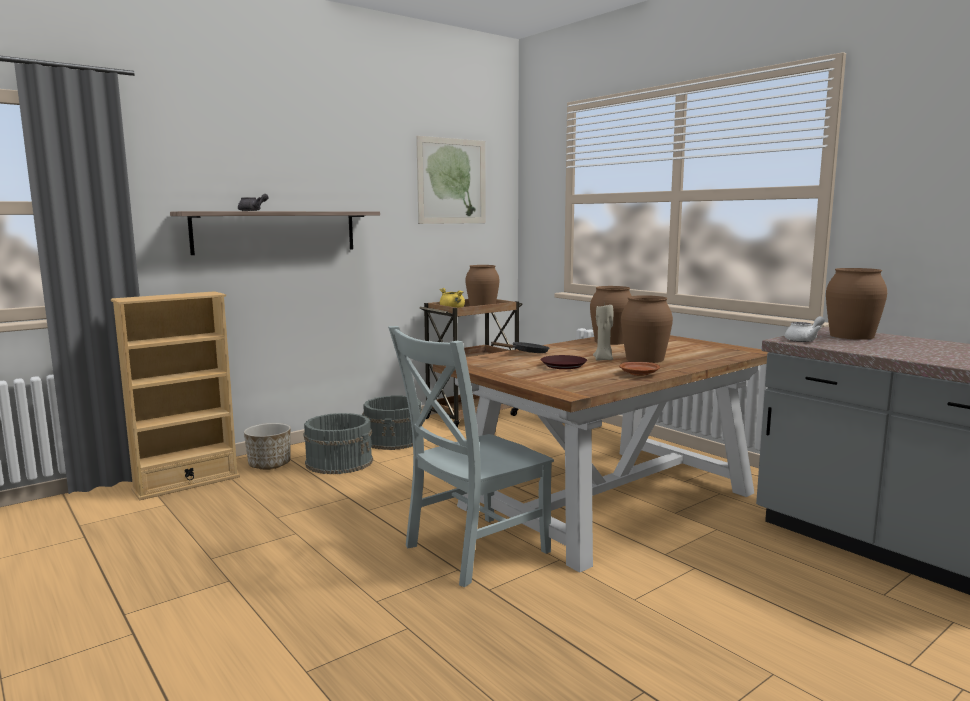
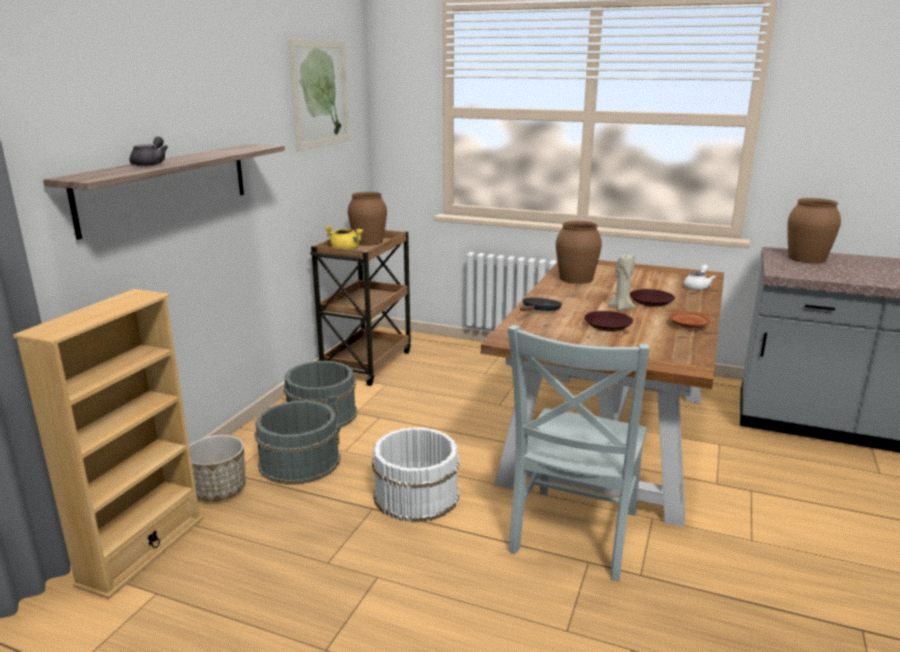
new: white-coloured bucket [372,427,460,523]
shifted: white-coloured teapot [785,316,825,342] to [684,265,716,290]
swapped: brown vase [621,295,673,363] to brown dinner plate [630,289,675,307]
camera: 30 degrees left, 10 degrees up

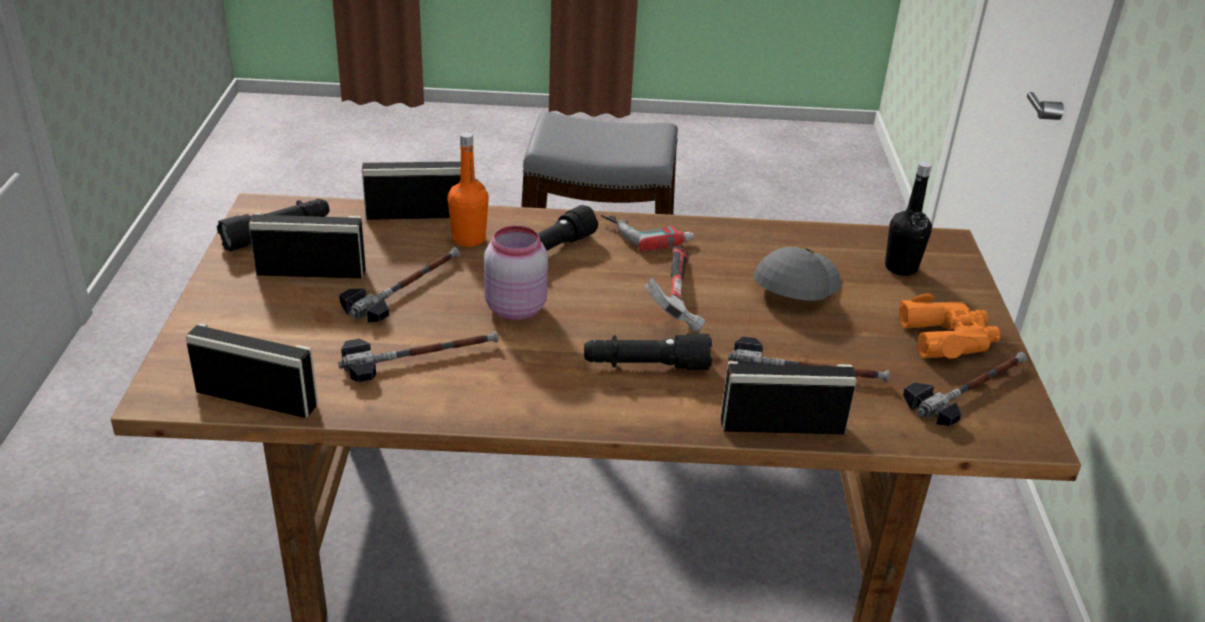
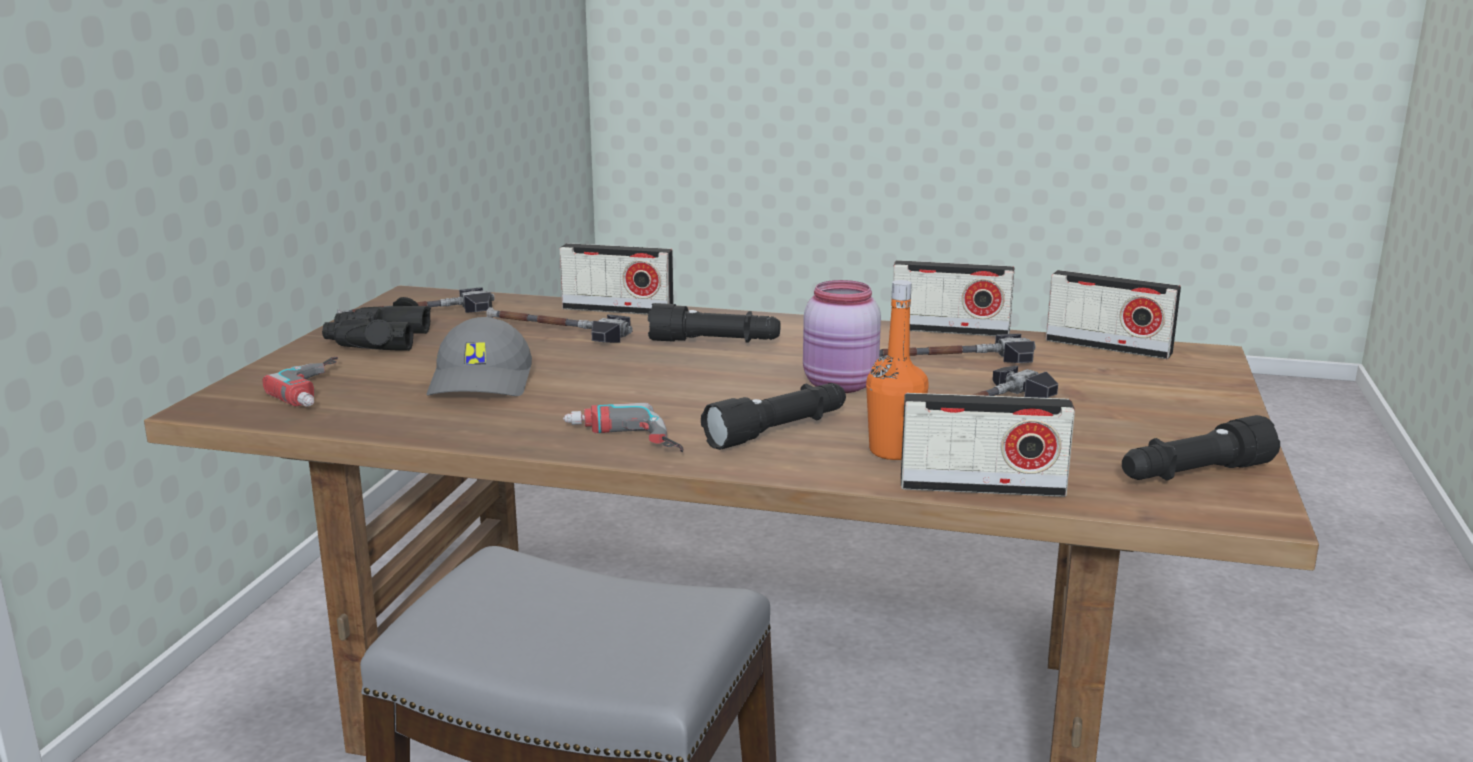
gone: hand hammer [645,246,705,333]
shifted: radio receiver [249,213,366,279] to [893,260,1014,336]
swapped: black bottle [885,161,932,276] to drill [263,357,338,407]
repainted: orange-coloured binoculars [899,293,1000,359] to black binoculars [322,297,431,351]
rotated: greyish cap [753,247,841,301] = [427,317,532,396] 45 degrees counterclockwise
camera: 165 degrees left, 15 degrees down

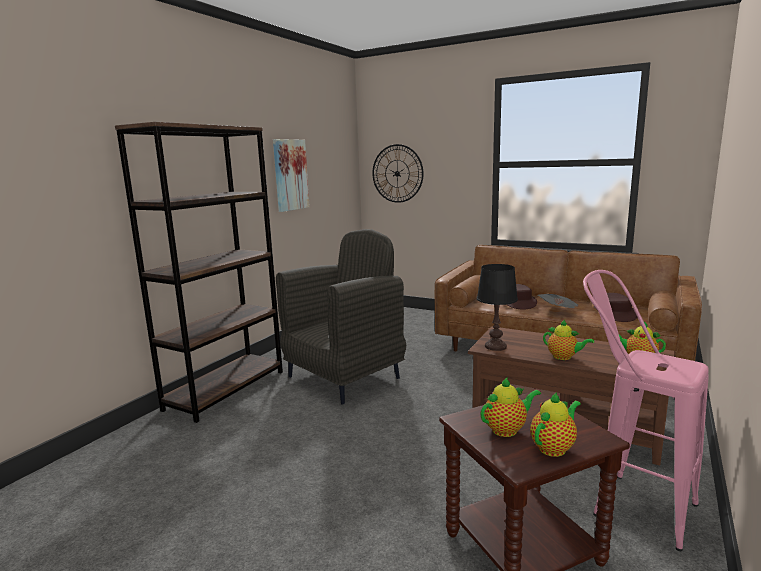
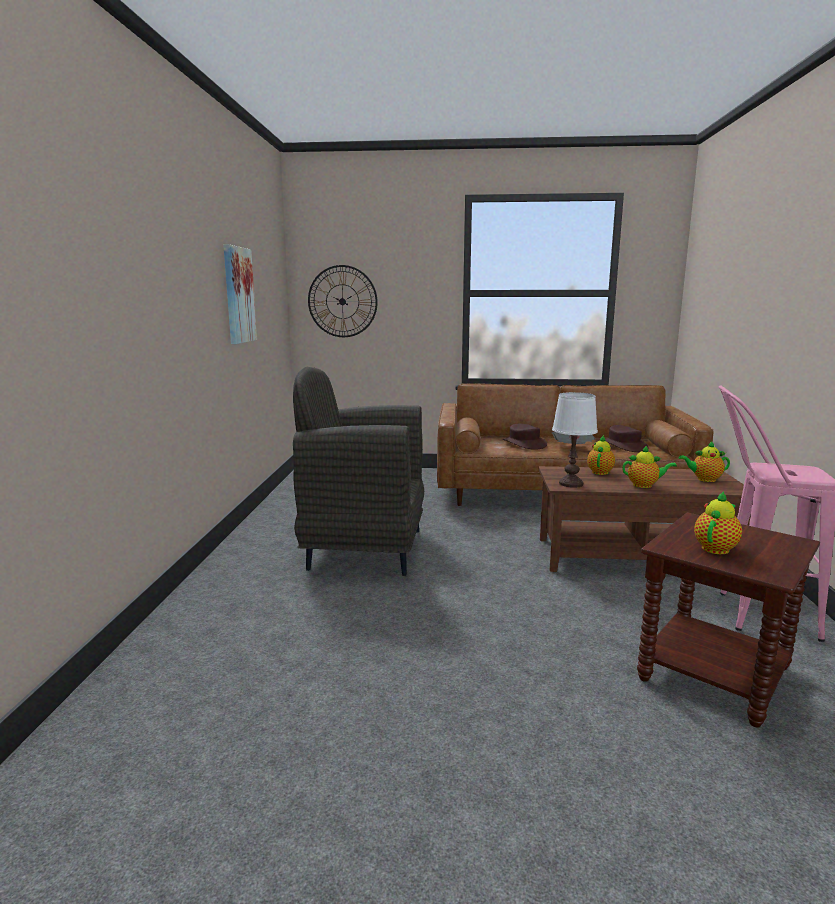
gone: brown shelving unit [115,122,283,423]
shifted: teapot [530,392,581,457] to [587,435,615,475]
repainted: black table lamp [477,264,518,351] to white-coloured table lamp [552,392,598,488]
rotated: greyish armchair [276,229,406,404] = [293,366,424,576] 105 degrees counterclockwise
camera: 25 degrees left, 0 degrees up

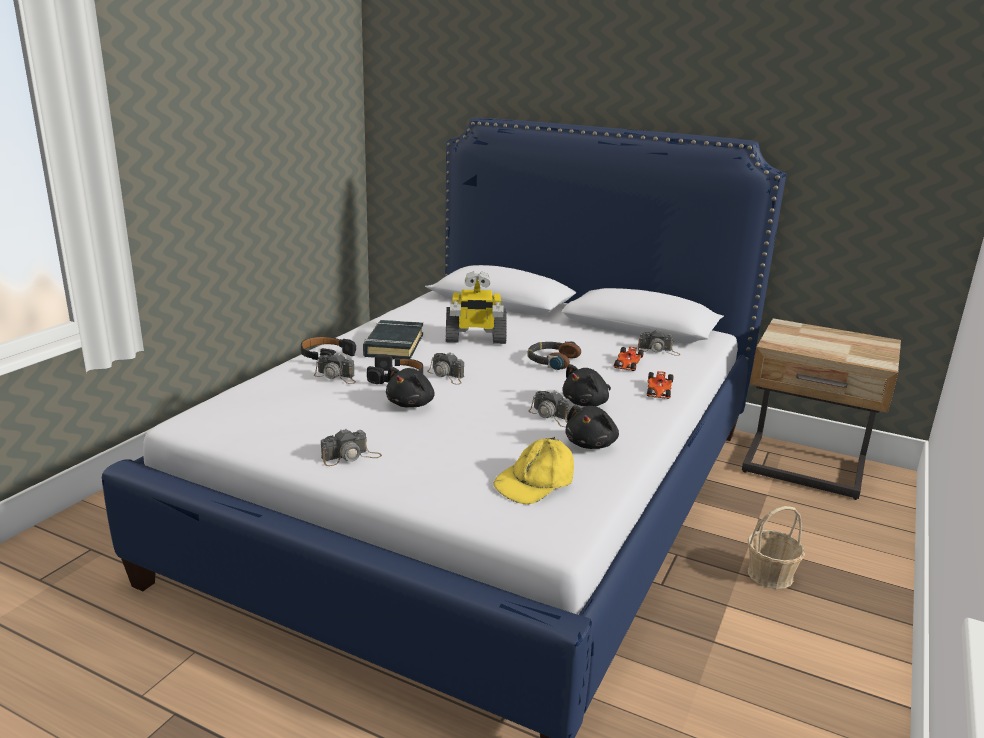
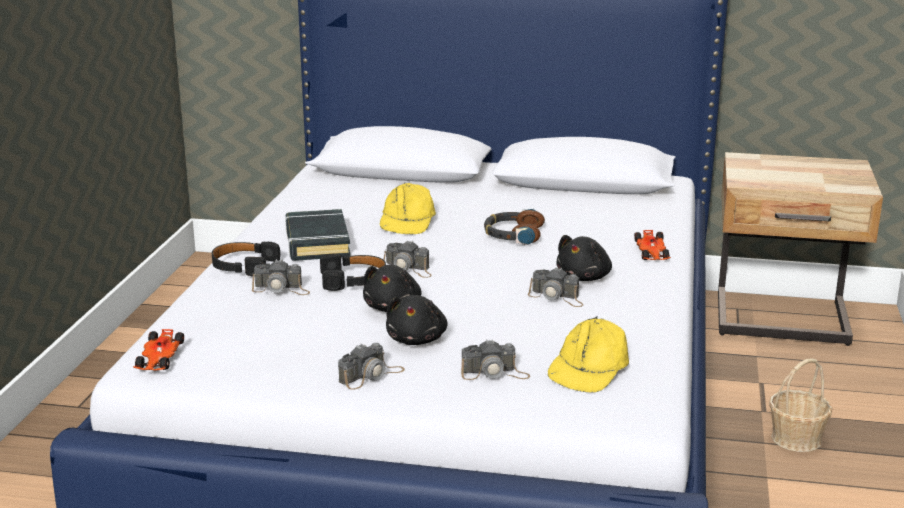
shifted: black cuddly toy [565,405,619,449] to [386,295,448,345]; toy car [613,347,644,371] to [133,329,184,370]; still camera [638,329,680,356] to [461,339,530,380]
swapped: model robot [446,271,507,344] to yellow cap [380,183,436,234]
camera: 15 degrees left, 0 degrees up

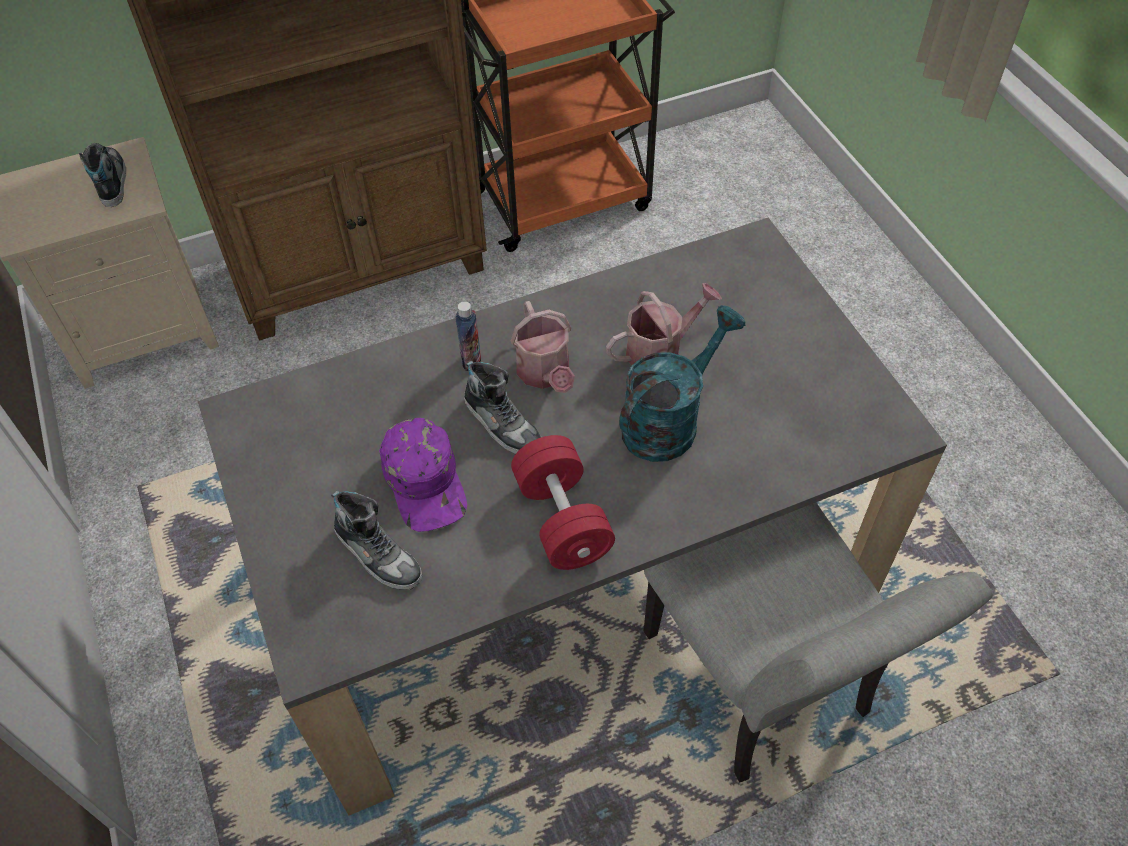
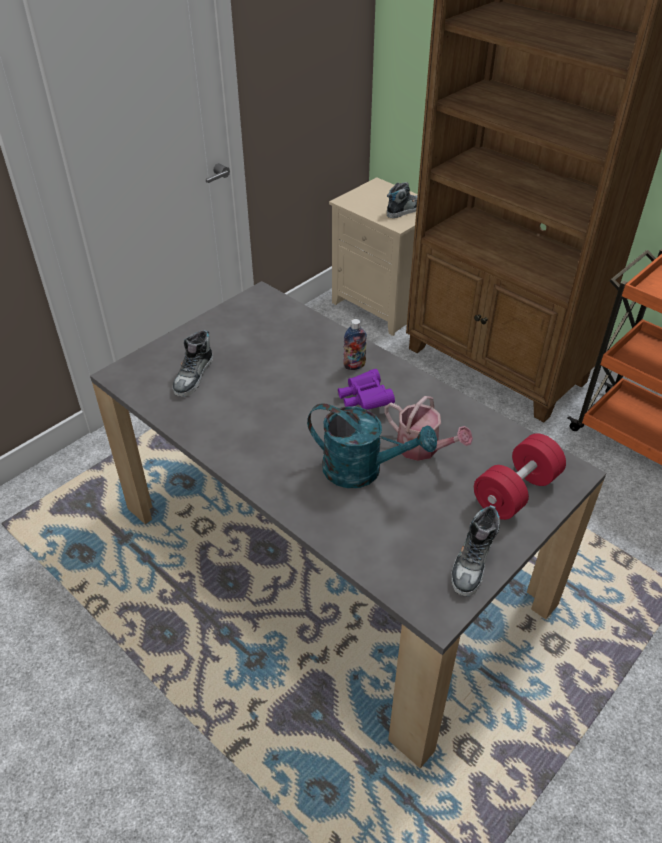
gone: purple cap [379,418,467,532]; greyish upright chair [644,502,993,782]
shifted: low shoe [464,361,541,454] to [451,505,500,596]; reddish dumbbell [511,435,615,570] to [474,433,566,520]
swapped: watering can [511,301,575,393] to purple binoculars [338,369,395,410]
camera: 65 degrees right, 10 degrees down

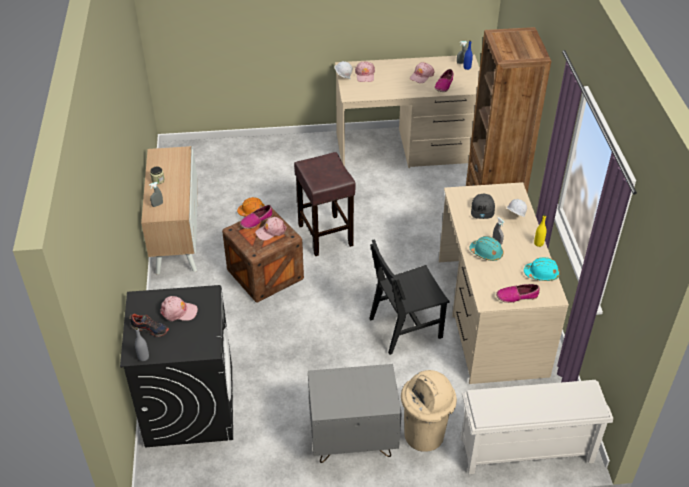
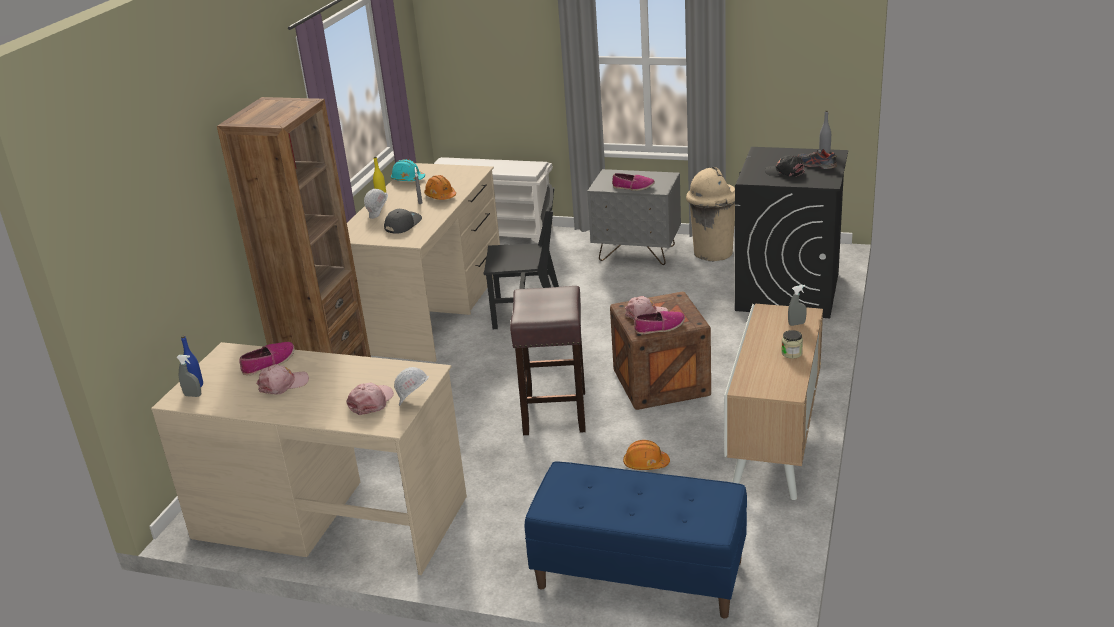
new: blue long seat [525,461,747,618]
shifted: beige waste bin [401,370,457,452] to [686,167,735,261]; low shoe [496,284,540,303] to [612,173,655,191]
repainted: pink cap [160,296,198,321] to black cap [765,155,805,177]; turquoise safety helmet [470,236,504,261] to orange-coloured safety helmet [424,175,456,200]
camera: 155 degrees left, 15 degrees down

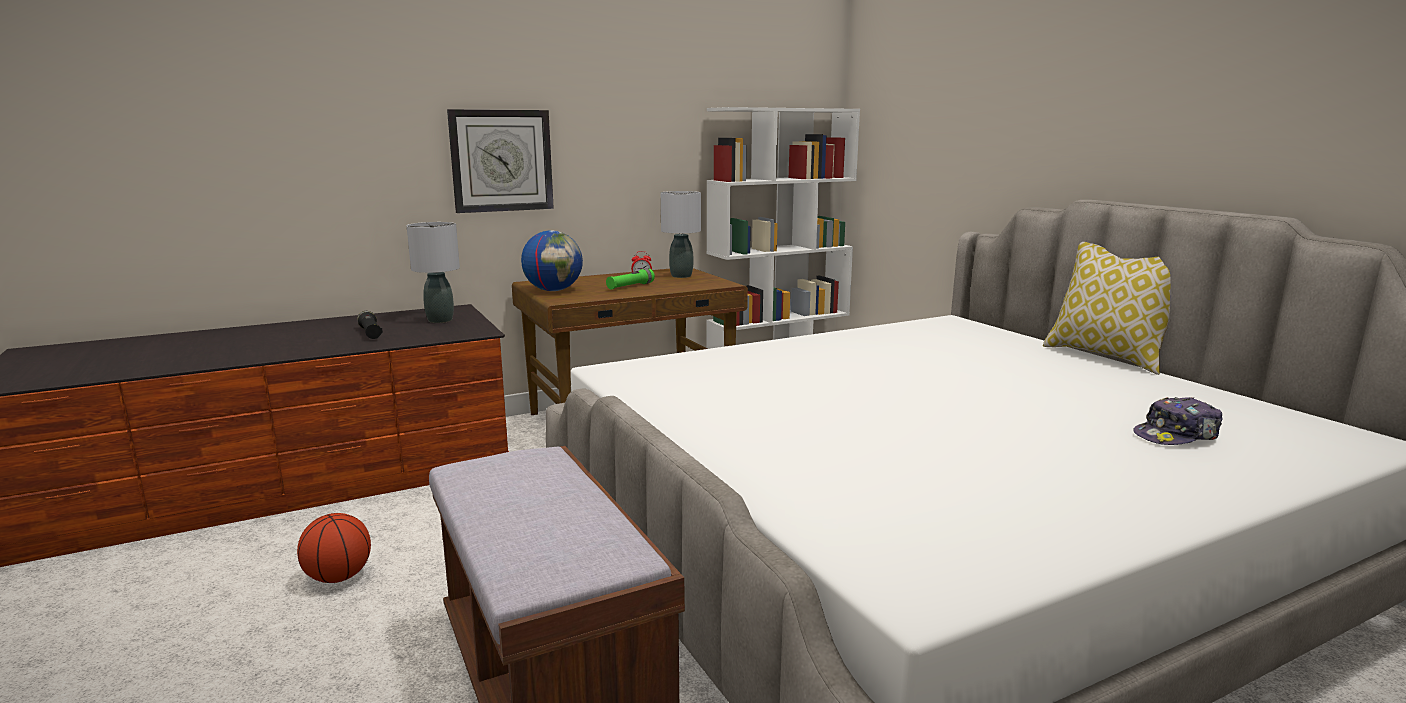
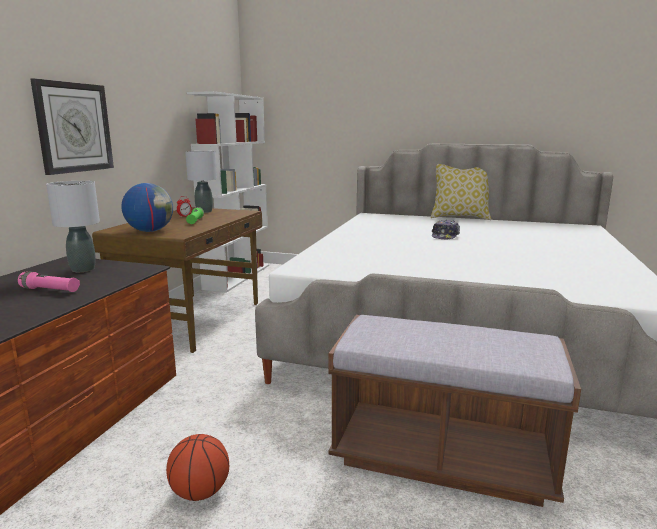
shifted: cap [1133,397,1223,445] to [432,220,460,239]
repainted: black hand torch [357,311,383,339] to pink hand torch [18,272,80,292]
camera: 45 degrees left, 0 degrees up

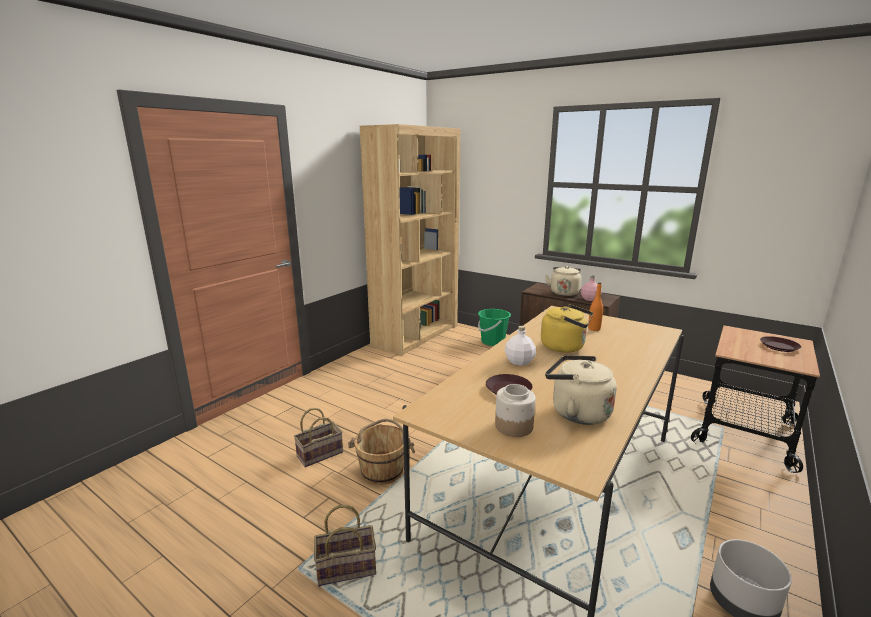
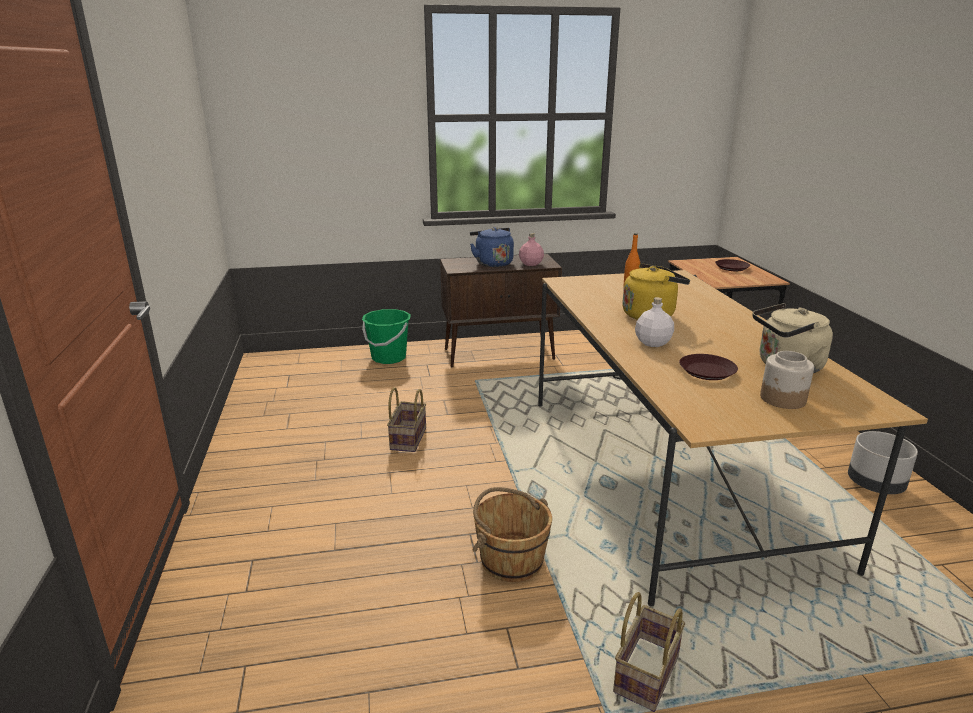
gone: brown shelving unit [360,124,460,355]
shifted: storage basket [294,408,343,467] to [387,387,426,452]
repainted: beige kettle [545,266,581,296] to blue kettle [470,227,514,267]
camera: 45 degrees left, 5 degrees up

